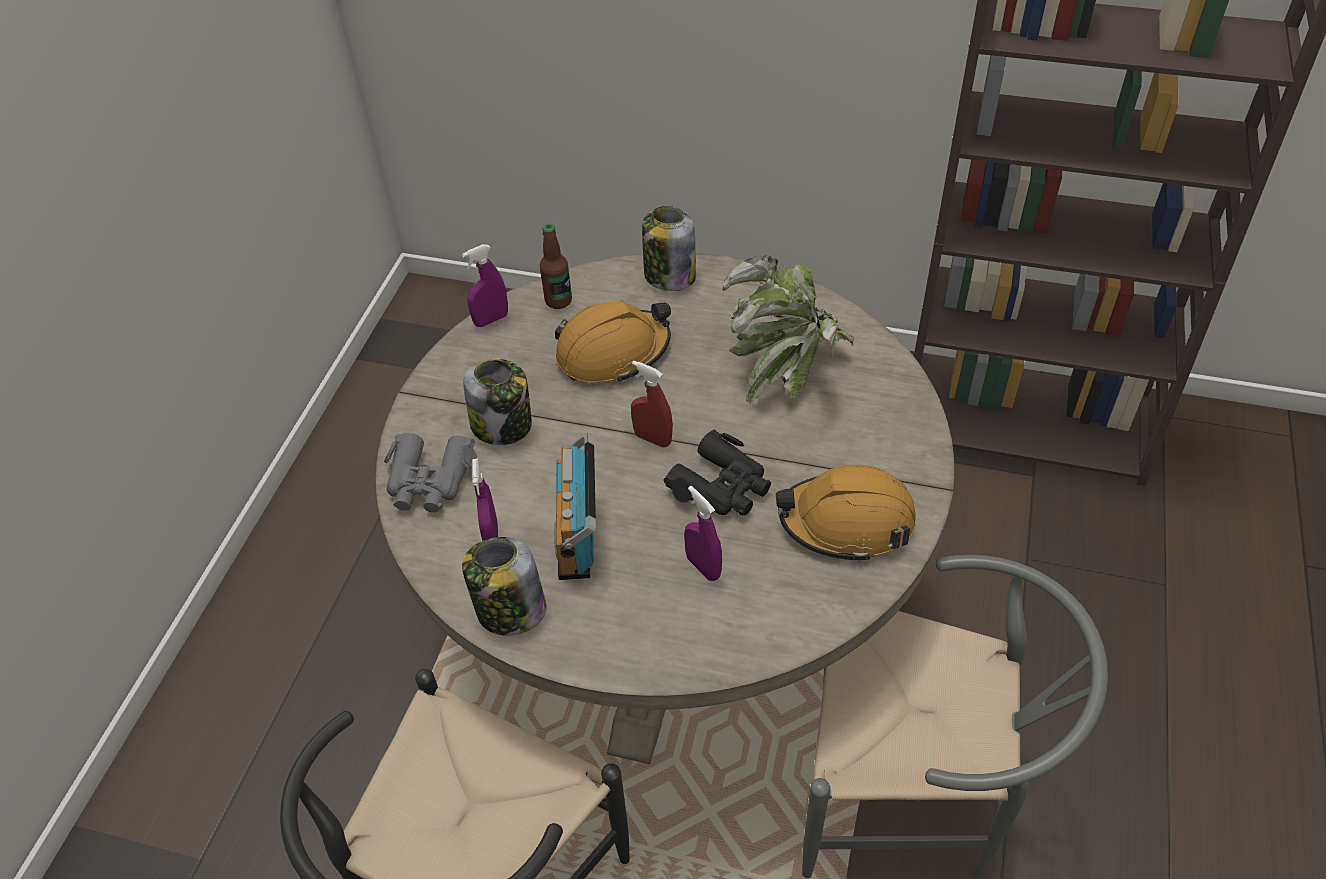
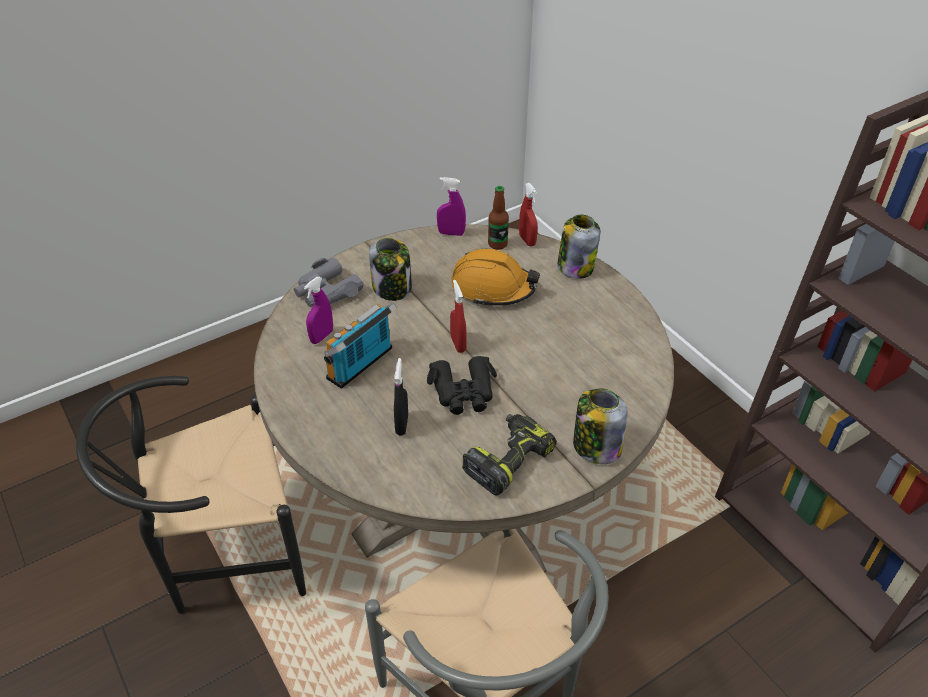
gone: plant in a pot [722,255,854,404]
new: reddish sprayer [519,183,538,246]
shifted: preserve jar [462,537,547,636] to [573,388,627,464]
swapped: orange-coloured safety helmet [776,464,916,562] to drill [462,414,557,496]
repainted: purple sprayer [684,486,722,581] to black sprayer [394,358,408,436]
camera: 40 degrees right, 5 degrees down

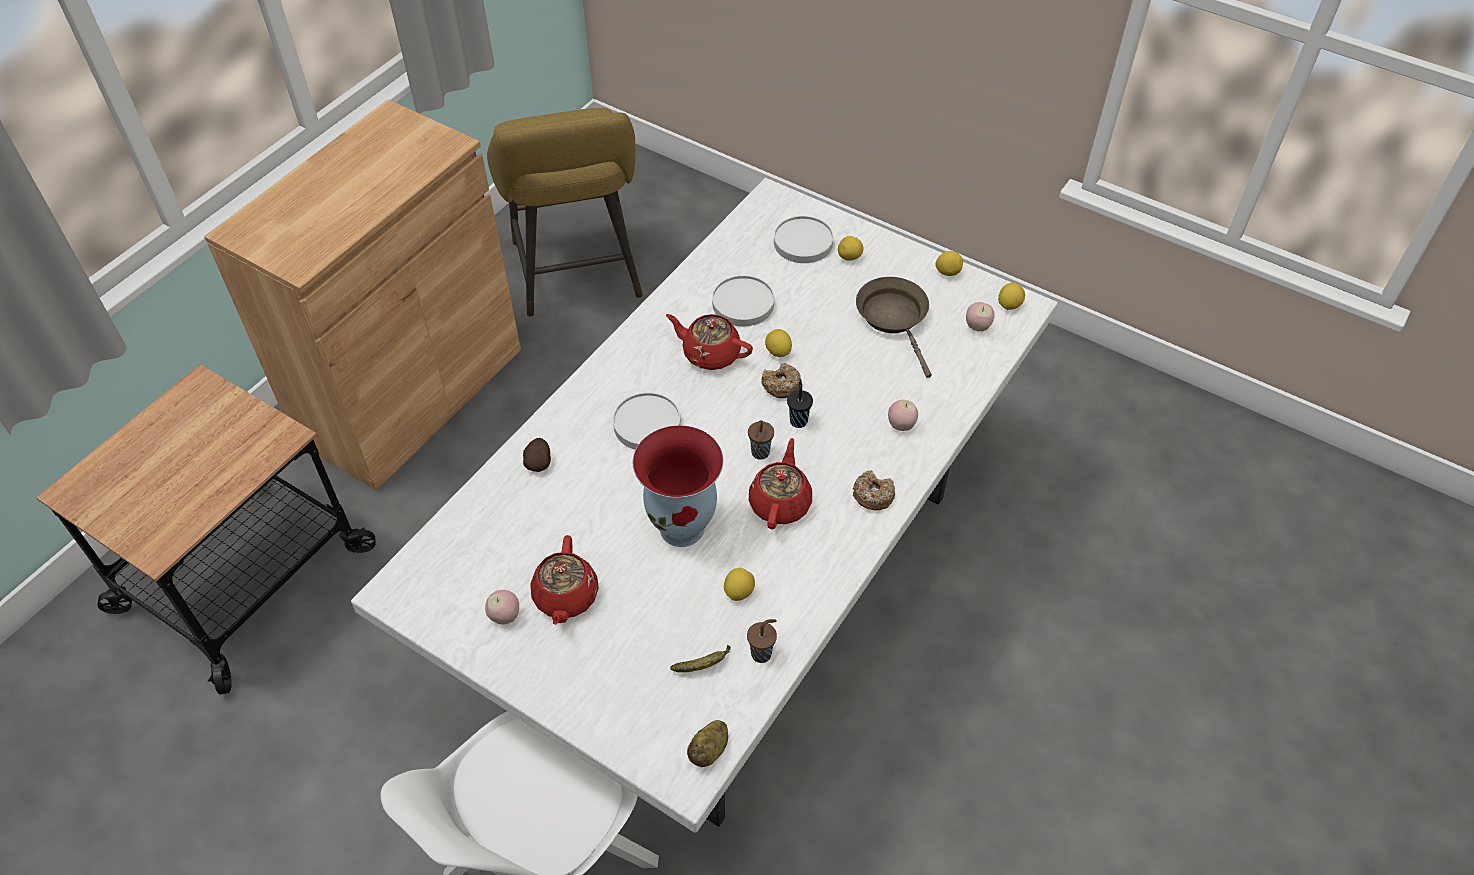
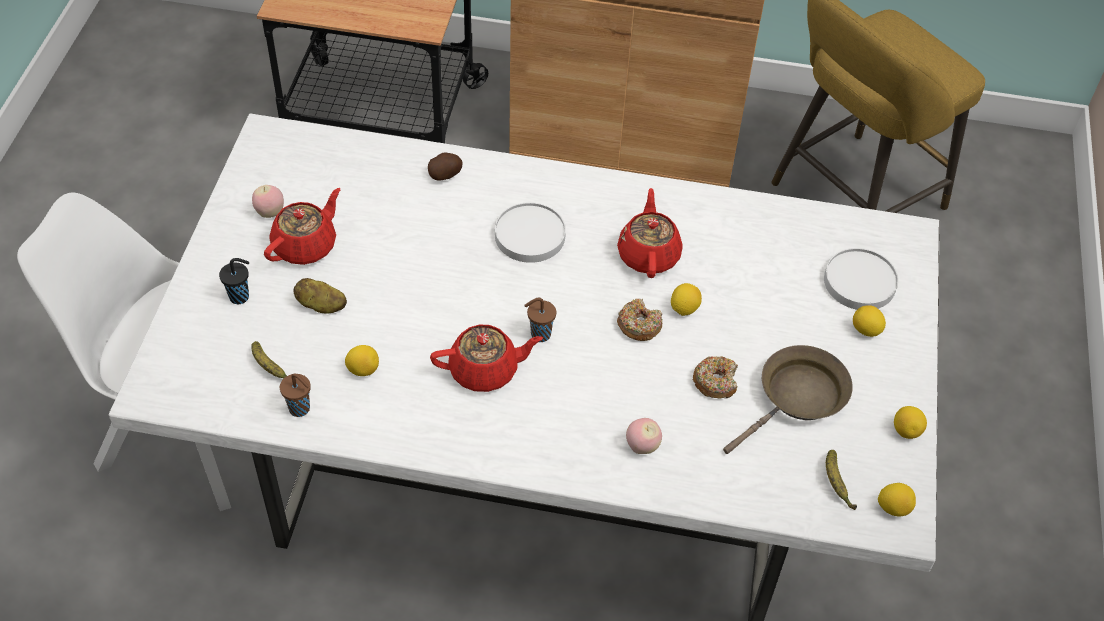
gone: vase [632,425,724,547]; white-coloured dinner plate [712,275,774,326]
shifted: spud [687,720,728,767] to [293,278,347,313]; black cup [787,382,813,428] to [219,258,249,304]; doughnut [853,470,895,510] to [693,356,738,399]
swapped: whole apple [966,302,995,332] to banana [826,450,857,510]
rotated: reddish teapot [530,535,599,625] = [264,188,340,265] 150 degrees clockwise
camera: 65 degrees right, 0 degrees up

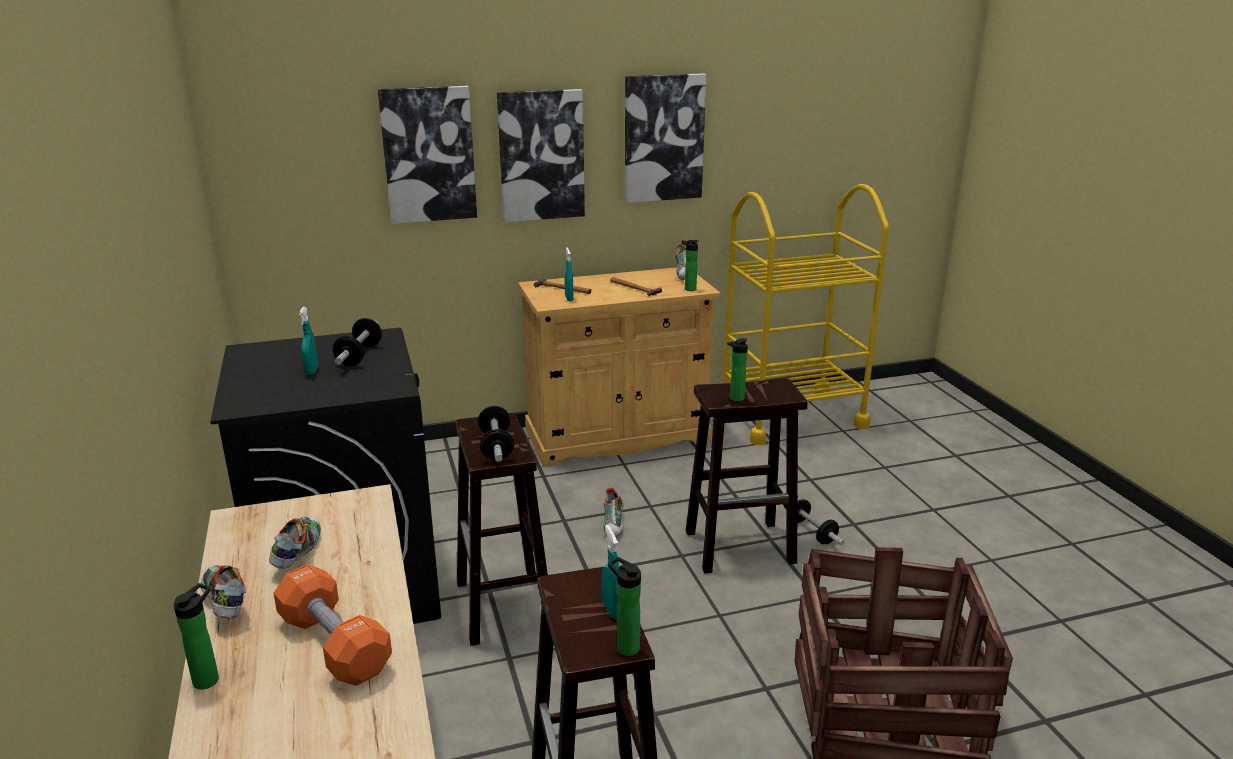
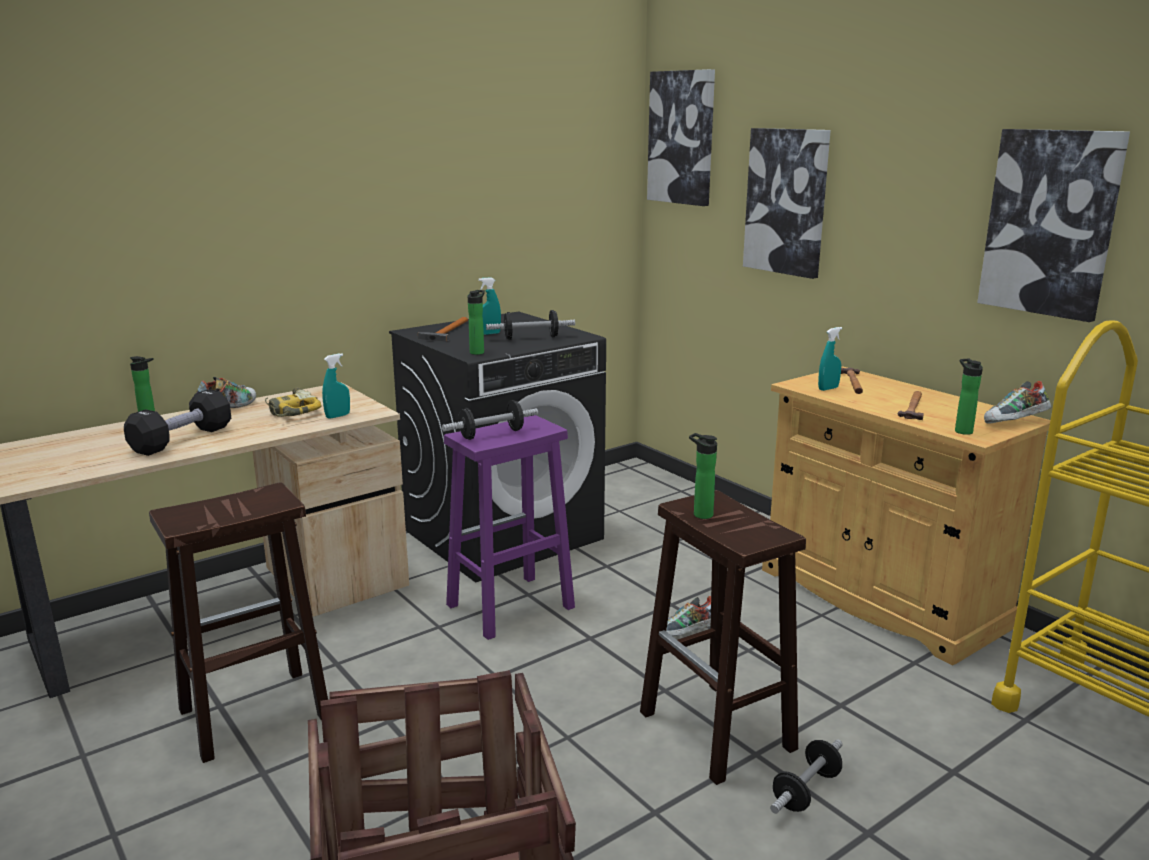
new: hand hammer [418,317,468,342]
shifted: wall art [497,89,585,222] to [647,69,715,206]; turquoise sprayer [601,524,619,619] to [322,353,350,419]; bottle [608,557,641,656] to [468,290,485,355]
swapped: low shoe [269,516,321,569] to drill [265,387,322,417]
repainted: orange-coloured dumbbell [273,564,392,686] to black dumbbell [124,389,231,456]; brown stool [456,413,548,646] to purple stool [444,415,575,640]
camera: 70 degrees right, 5 degrees down

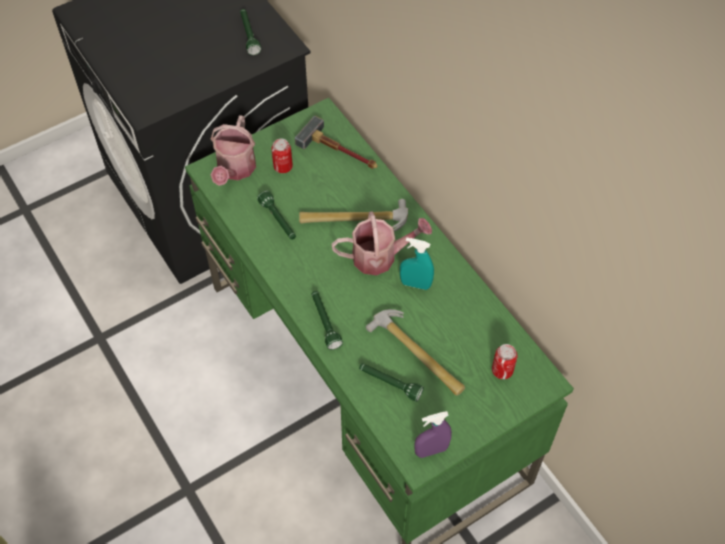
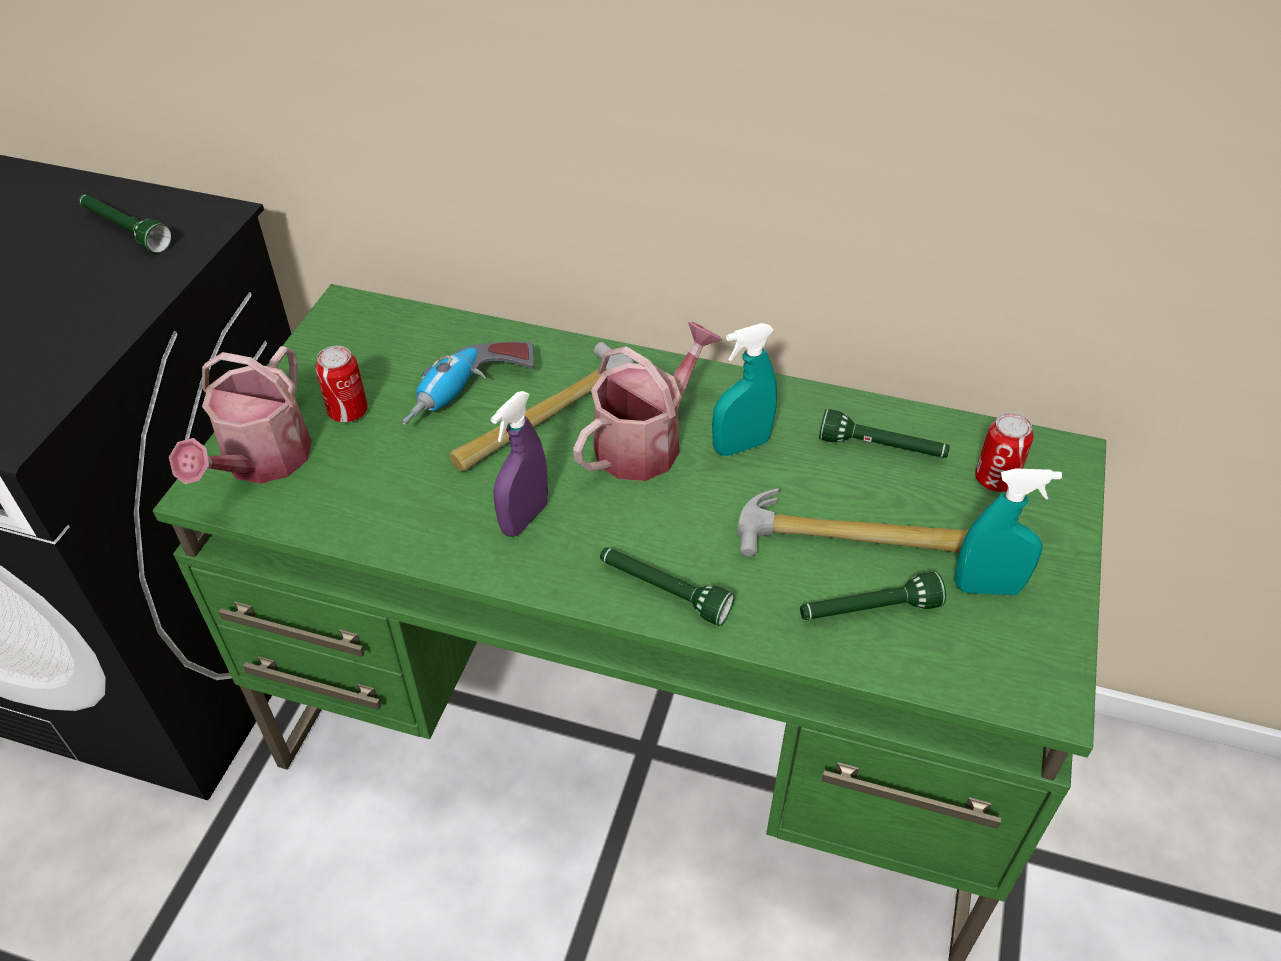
gone: hand hammer [295,116,378,169]
new: drill [402,342,534,425]; turquoise sprayer [954,468,1062,595]
shifted: greenish hand torch [257,190,296,240] to [819,409,950,458]; purple sprayer [414,411,452,458] to [491,391,548,537]
rotated: watering can [210,115,256,186] = [169,346,311,484] 45 degrees clockwise
camera: 40 degrees left, 10 degrees down

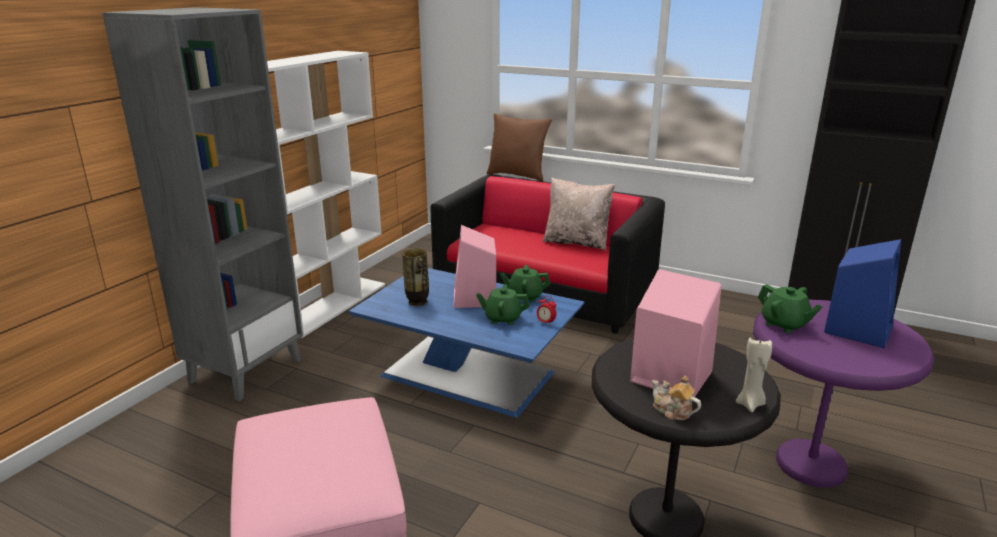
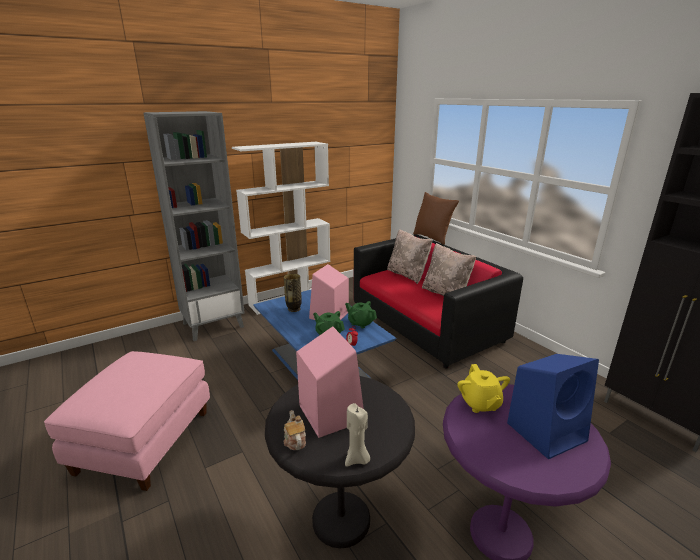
new: beige pillow [387,229,432,284]
repainted: greenish teapot [758,284,823,333] to yellow teapot [457,364,510,413]
camera: 30 degrees right, 0 degrees up

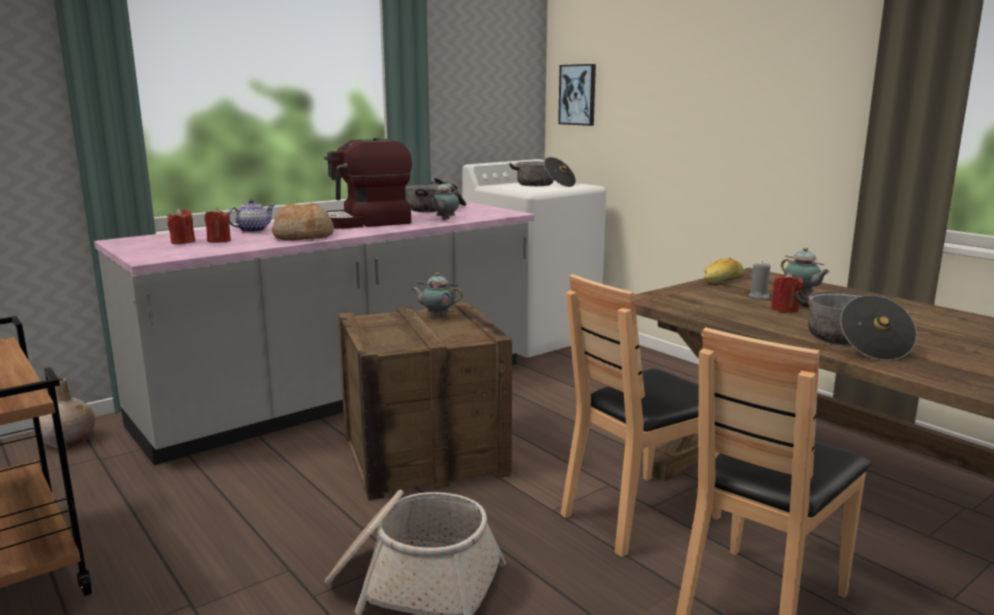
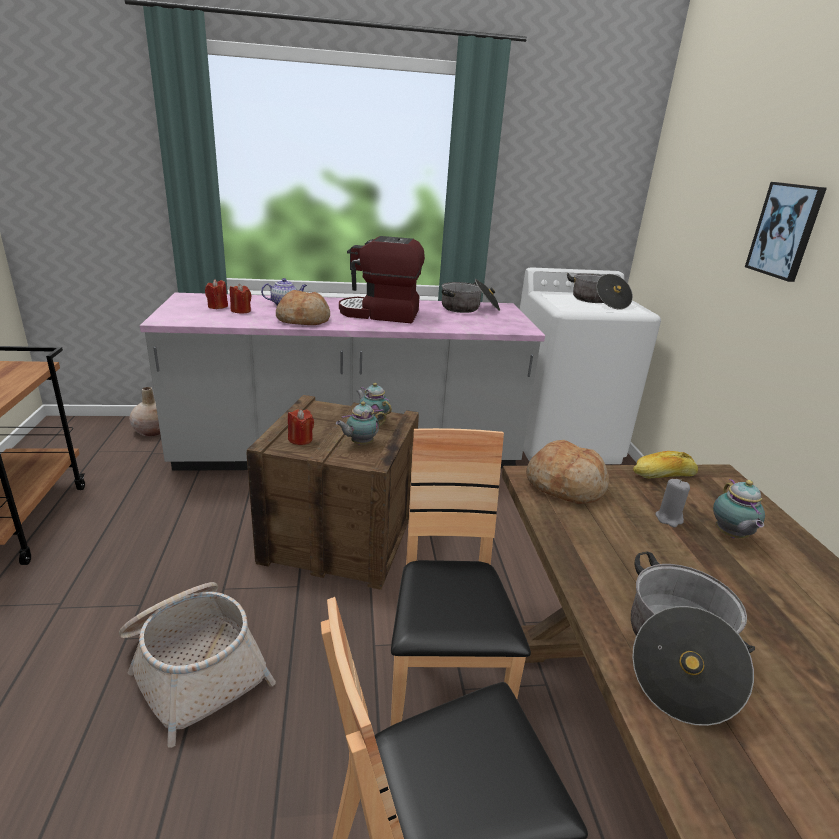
new: bread [526,440,609,504]
shifted: teapot [431,181,459,220] to [336,402,387,445]; wall art [558,64,596,126] to [745,182,827,282]; reddish wax light [771,272,803,313] to [288,409,314,445]
rotated: brown upright chair [560,274,721,557] = [391,428,531,726] 90 degrees clockwise
camera: 30 degrees right, 10 degrees up

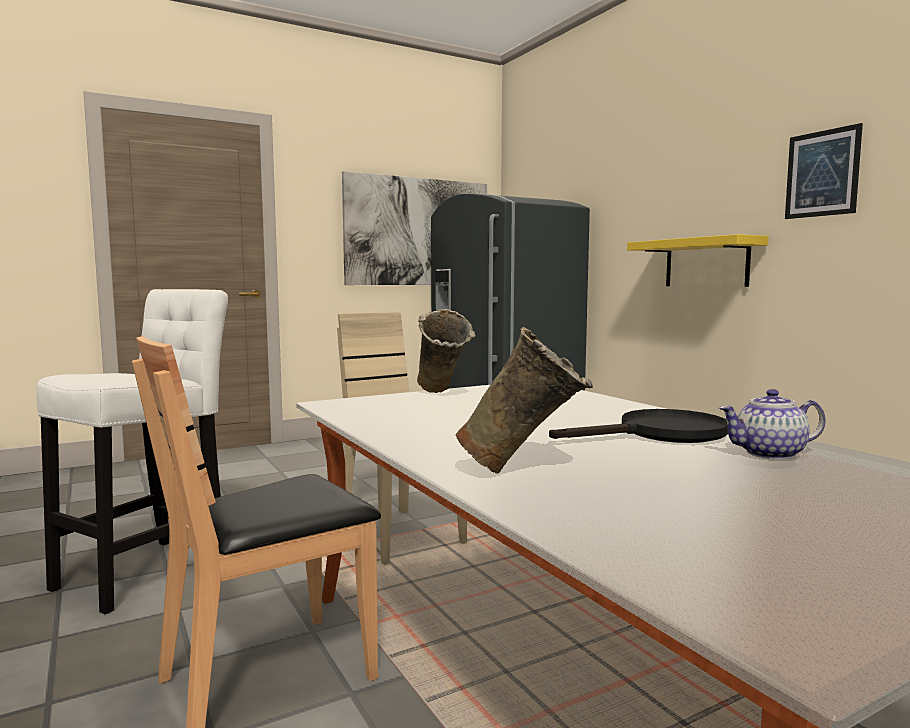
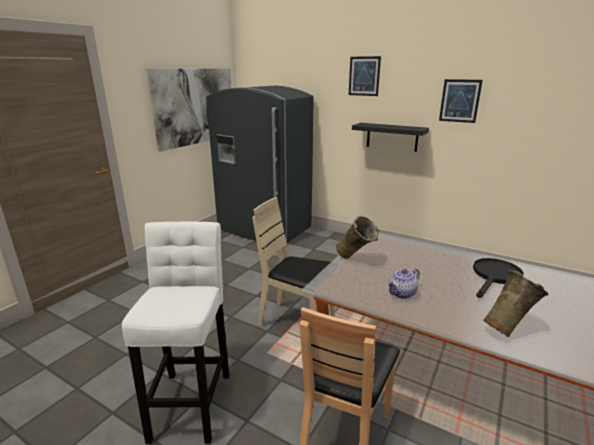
new: wall art [349,56,381,96]
shifted: teapot [719,389,826,460] to [387,268,420,299]
repainted: yellow shelf [627,234,769,287] to black shelf [352,123,429,152]
camera: 30 degrees left, 15 degrees up

